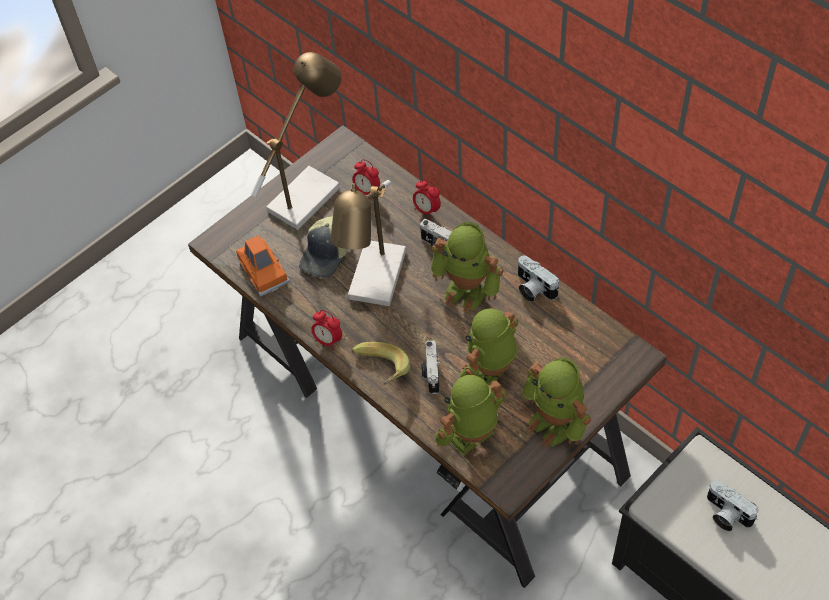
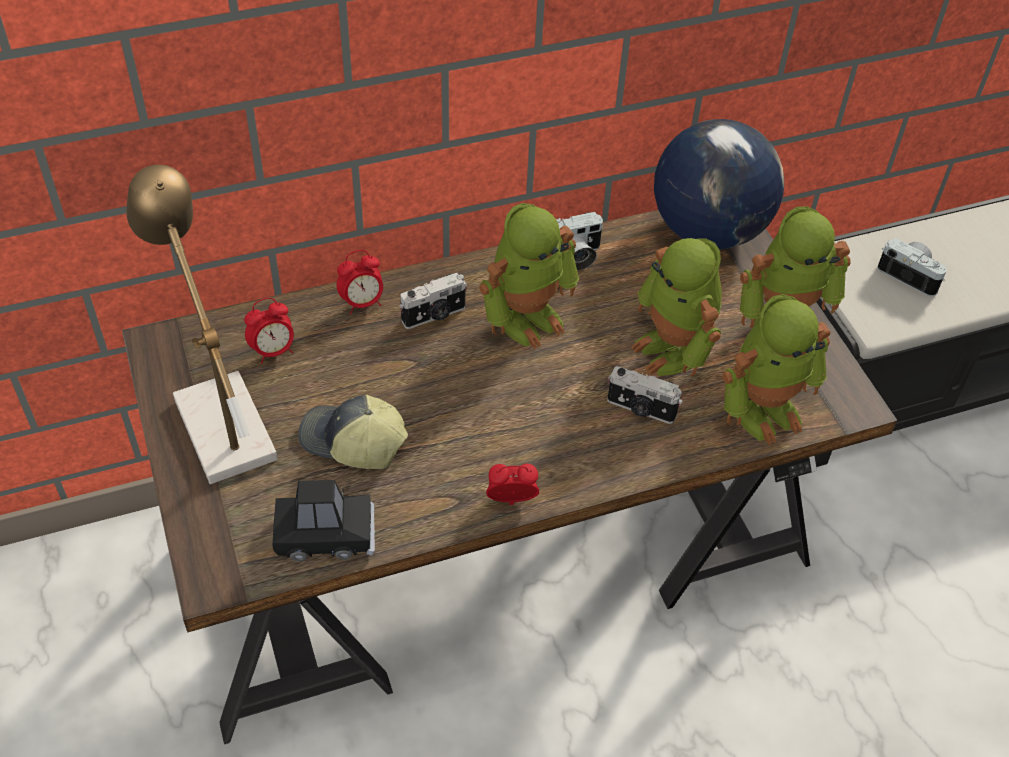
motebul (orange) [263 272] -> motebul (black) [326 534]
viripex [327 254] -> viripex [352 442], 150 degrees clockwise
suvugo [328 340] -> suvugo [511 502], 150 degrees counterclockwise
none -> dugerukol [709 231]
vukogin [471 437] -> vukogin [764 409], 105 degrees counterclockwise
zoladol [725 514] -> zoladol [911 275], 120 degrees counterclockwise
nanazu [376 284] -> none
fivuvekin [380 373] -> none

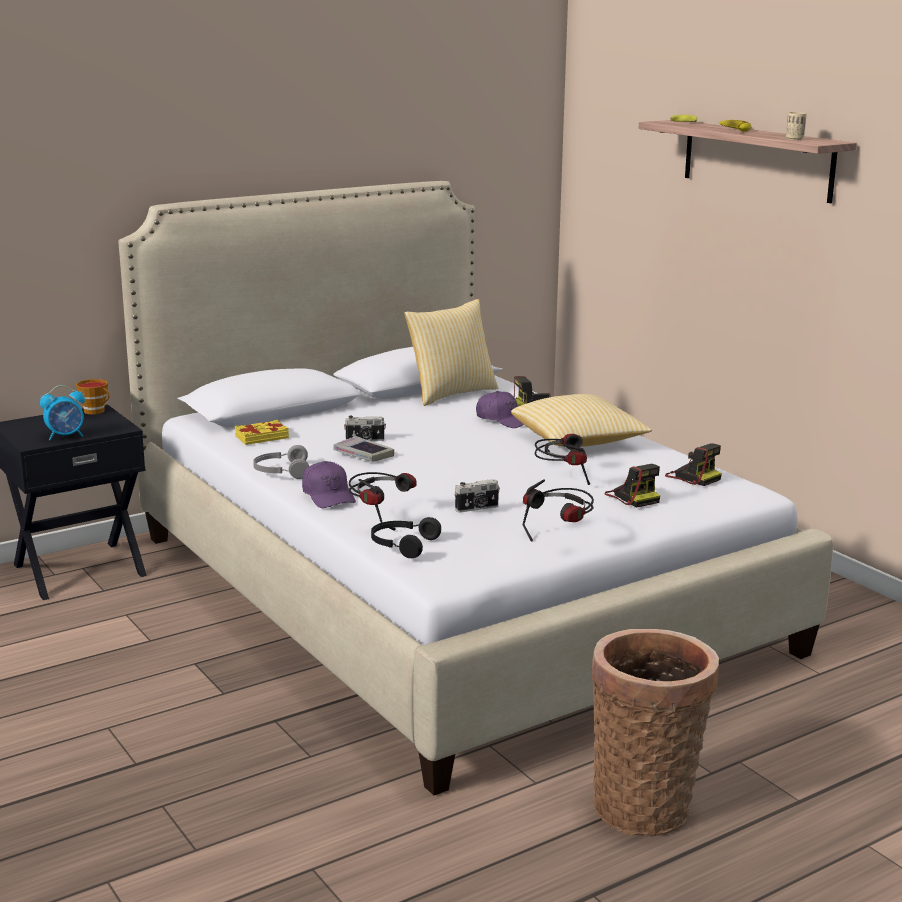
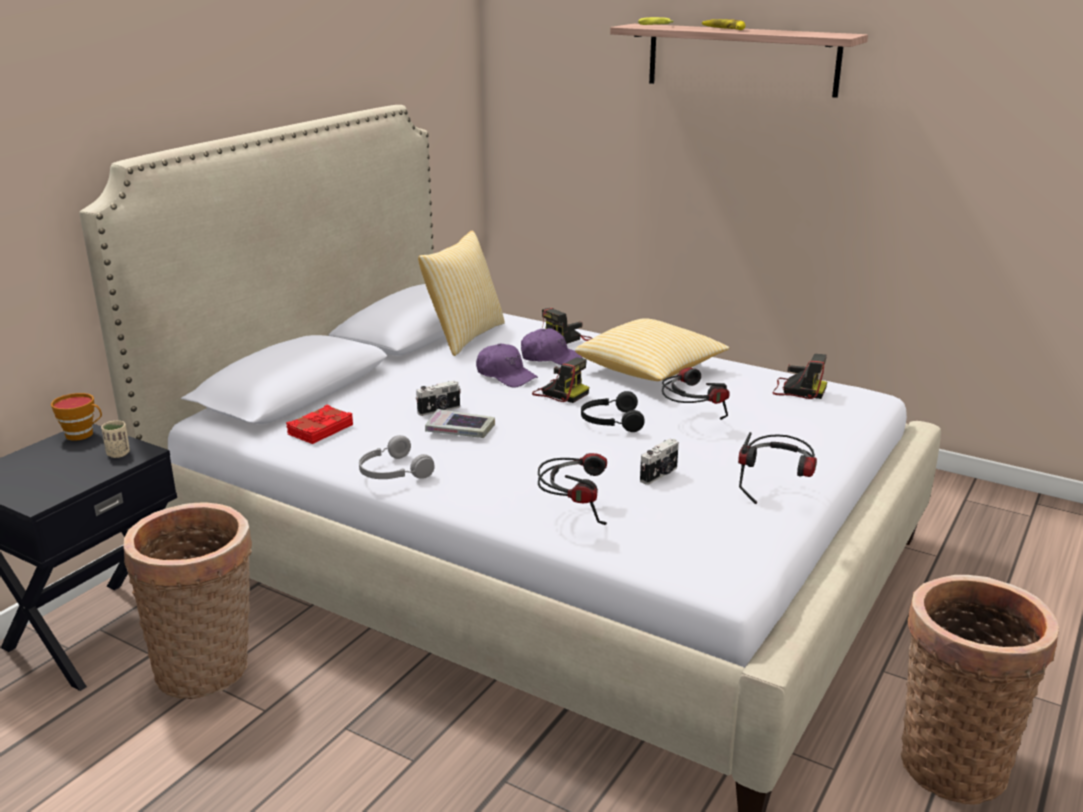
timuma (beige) [794 139] -> timuma (beige) [118 454], relocated
none -> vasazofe [209 669]
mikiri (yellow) [261 437] -> mikiri (red) [319 429]
viripex (purple) [328 496] -> viripex (purple) [506 375], relocated
zoladol [632 497] -> zoladol [559 393], relocated
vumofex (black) [402 545] -> vumofex (black) [610 421], relocated
suvugo [66 436] -> none

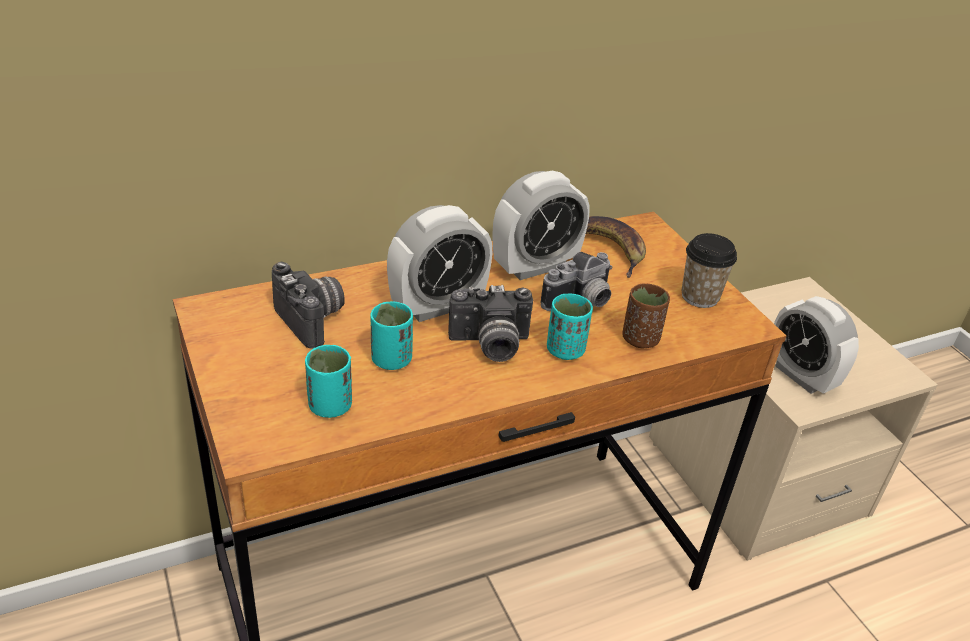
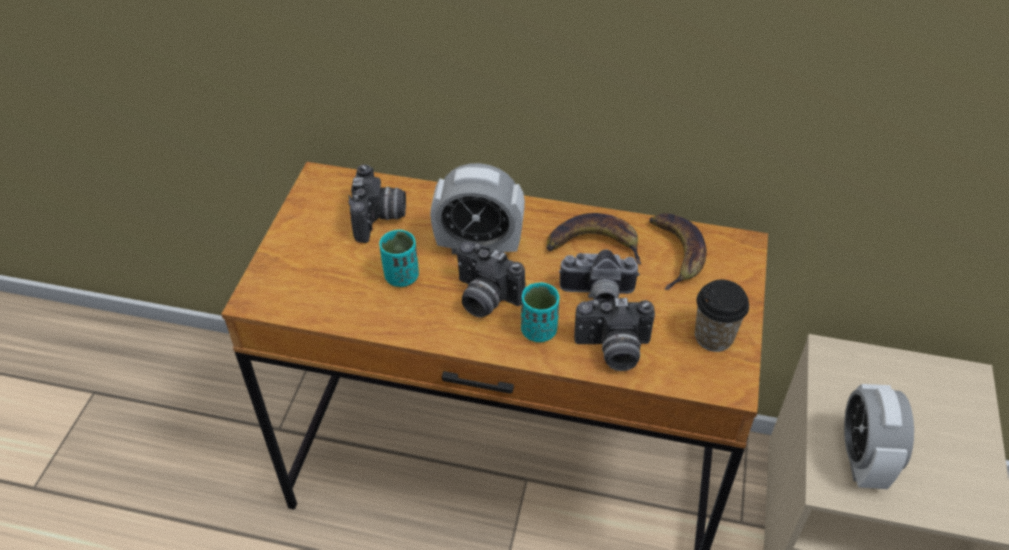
suvugo [535 266] -> fivuvekin [594 244]
timuma (brown) [640 339] -> zoladol [613 351]
timuma (turquoise) [330 406] -> none

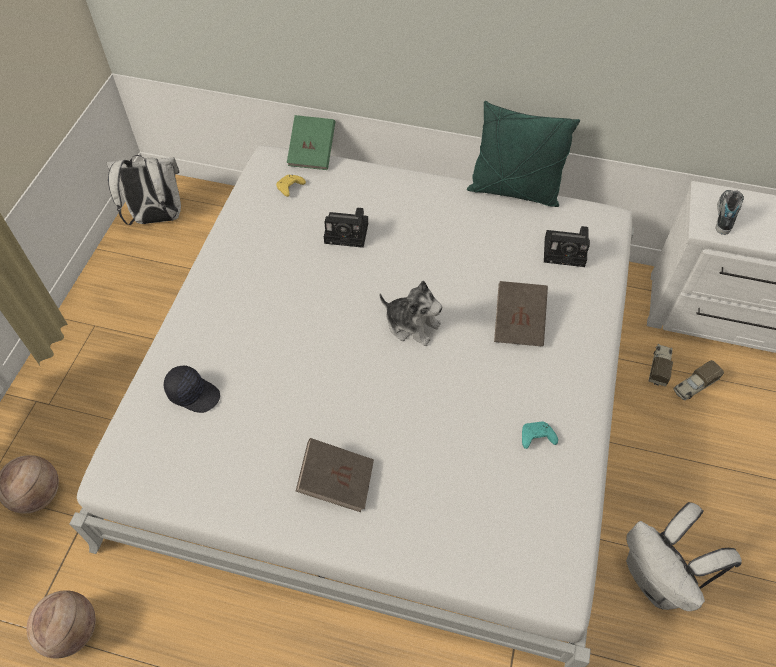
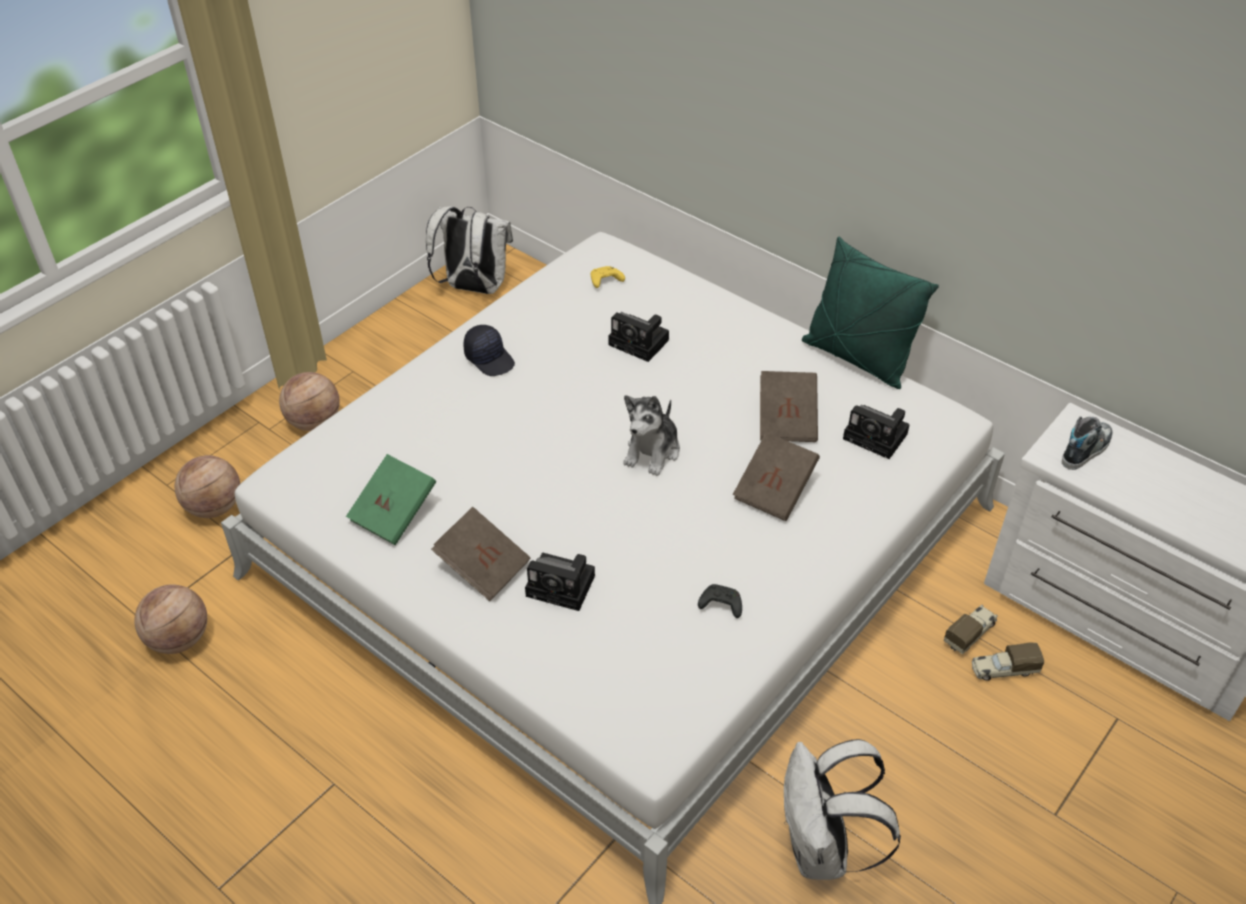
none -> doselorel [314 422]
mikiri (green) [312 153] -> mikiri (green) [394 513], relocated
viripex (black) [193 393] -> viripex (black) [490 358], relocated
none -> zoladol [563 586]
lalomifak [412 325] -> lalomifak [653 451], 60 degrees clockwise
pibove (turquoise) [536 438] -> pibove (black) [720 605]
none -> mikiri (brown) [787 420]

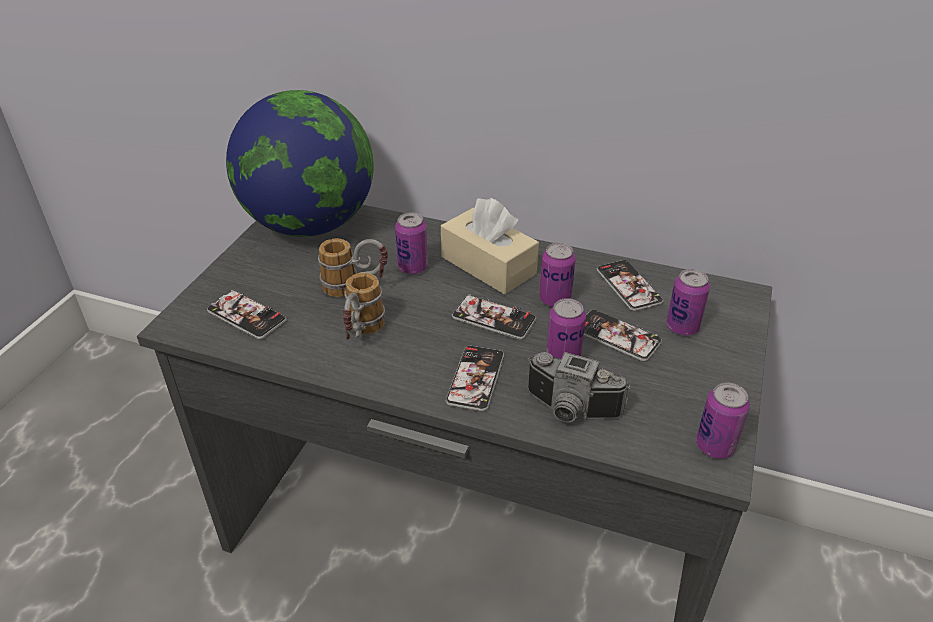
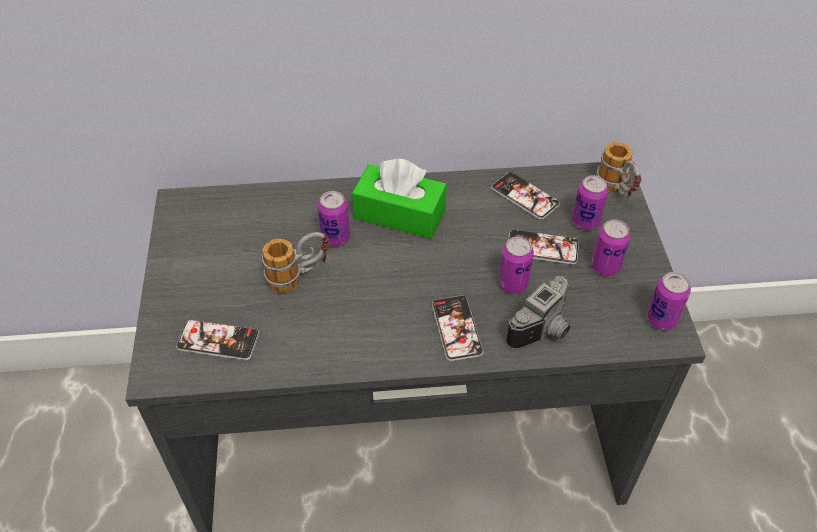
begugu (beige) [488 265] -> begugu (green) [399 214]
zoladol [570 411] -> zoladol [545 330], 45 degrees counterclockwise
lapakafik [555 299] -> lapakafik [605 267], relocated
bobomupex [361 334] -> bobomupex [616 192], relocated
dugerukol [310 225] -> none
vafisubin [493 318] -> none

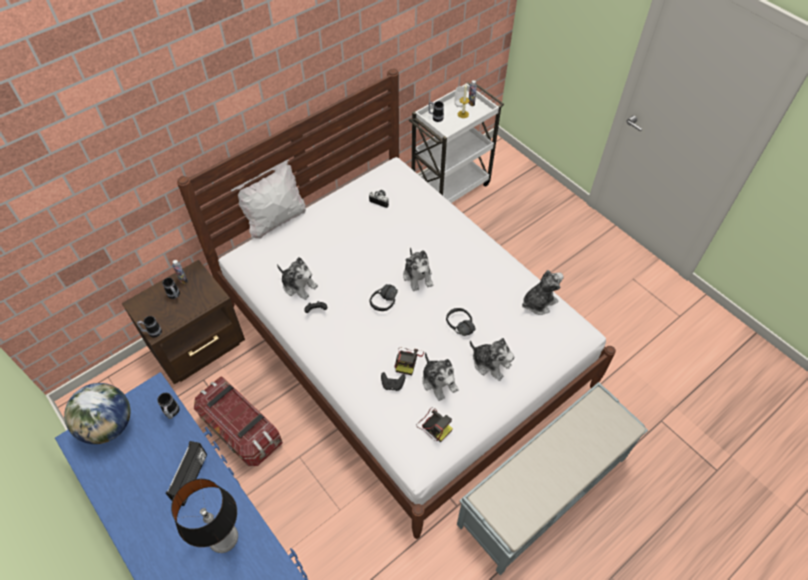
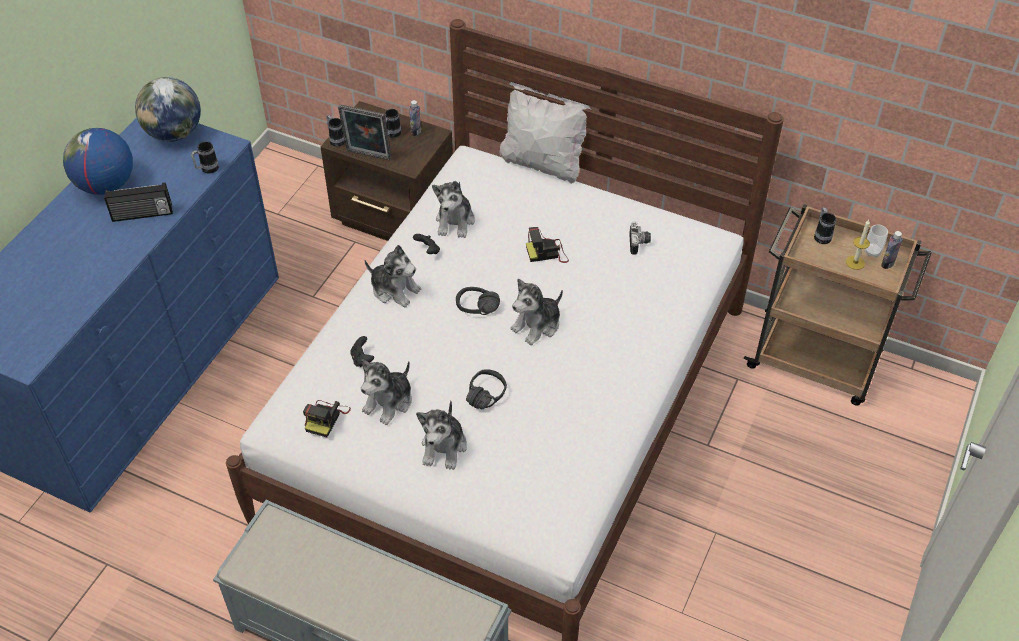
none -> dugerukol [106 185]
none -> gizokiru [367 156]
lalomifak [538 302] -> lalomifak [394 290], relocated
zoladol [408 360] -> zoladol [547 253], relocated
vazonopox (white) [450 187] -> vazonopox (brown) [817 362]
nanazu [223 537] -> none
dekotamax [241 430] -> none

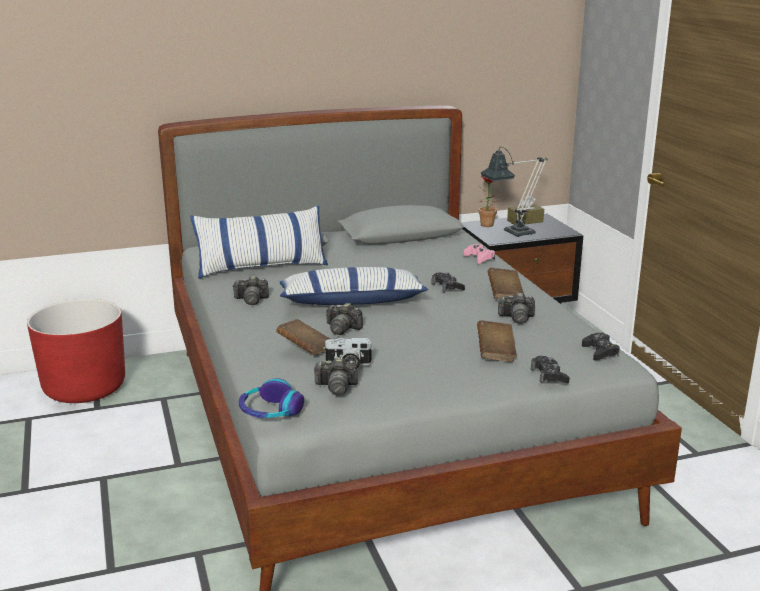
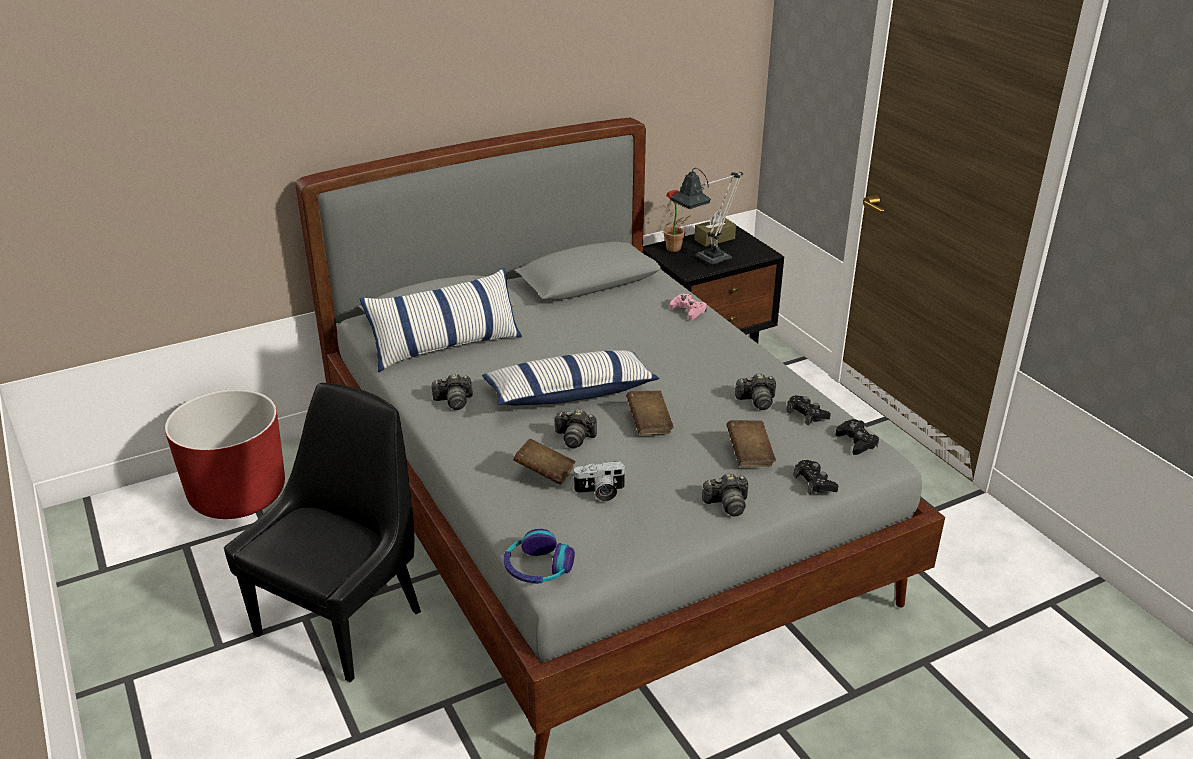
none -> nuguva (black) [343 619]
mikiri (brown) [505 295] -> mikiri (brown) [649 423], relocated
zoladol [336 387] -> zoladol [727 504], relocated
pibove (black) [447 287] -> pibove (black) [807 414], relocated

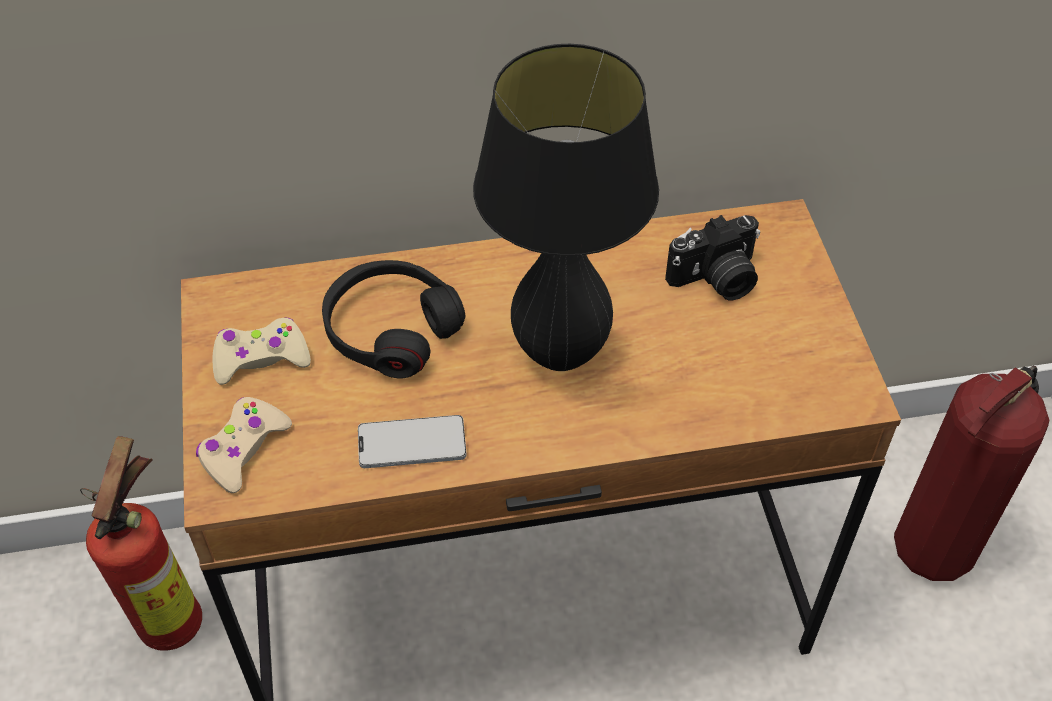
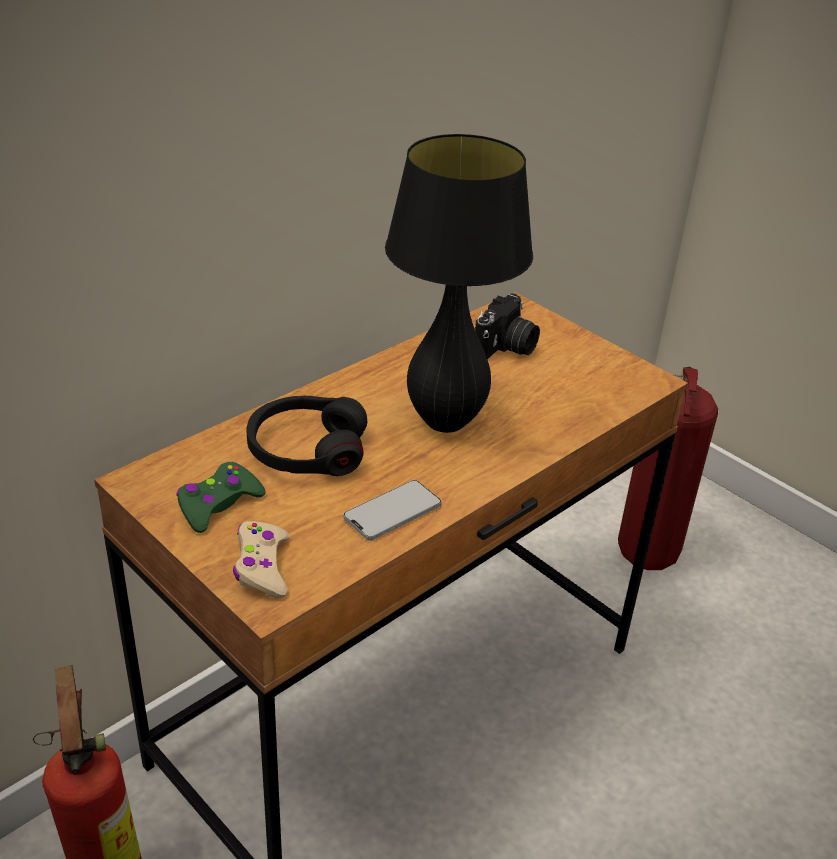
pibove (beige) [261 358] -> pibove (green) [218 504]

